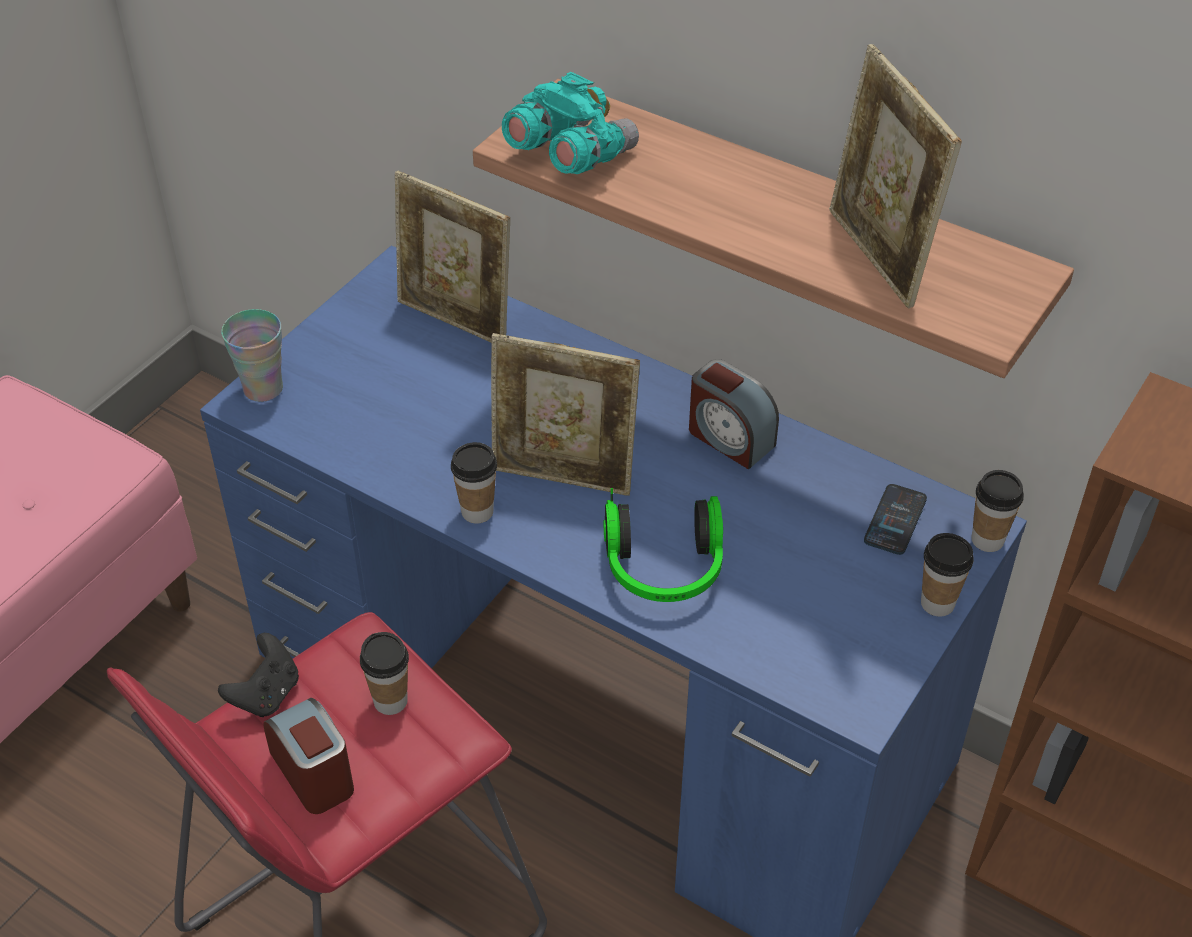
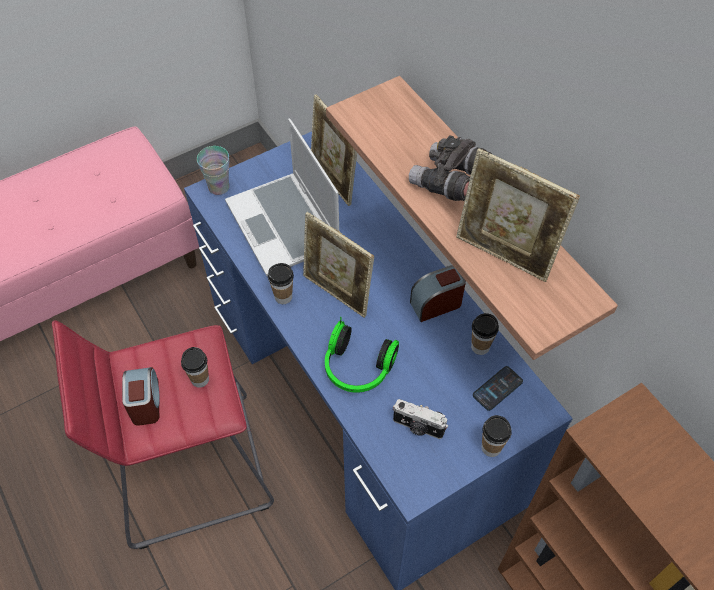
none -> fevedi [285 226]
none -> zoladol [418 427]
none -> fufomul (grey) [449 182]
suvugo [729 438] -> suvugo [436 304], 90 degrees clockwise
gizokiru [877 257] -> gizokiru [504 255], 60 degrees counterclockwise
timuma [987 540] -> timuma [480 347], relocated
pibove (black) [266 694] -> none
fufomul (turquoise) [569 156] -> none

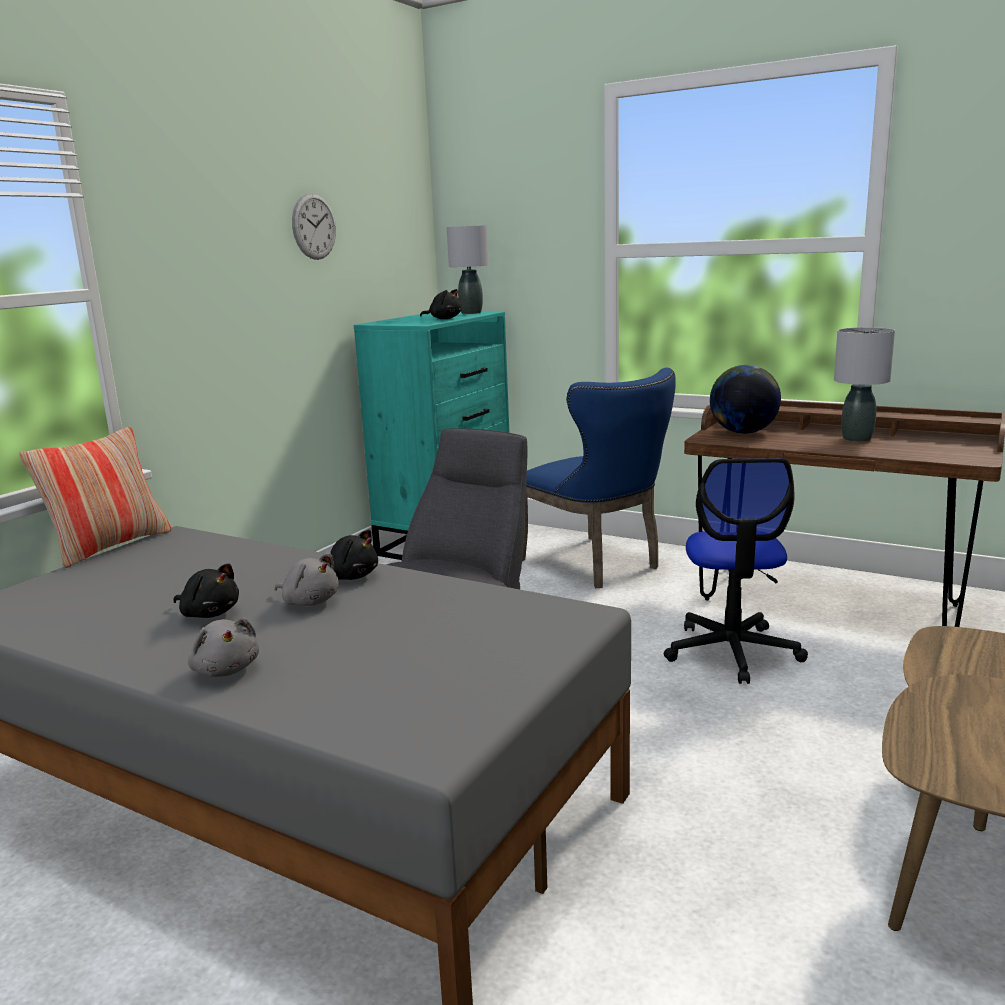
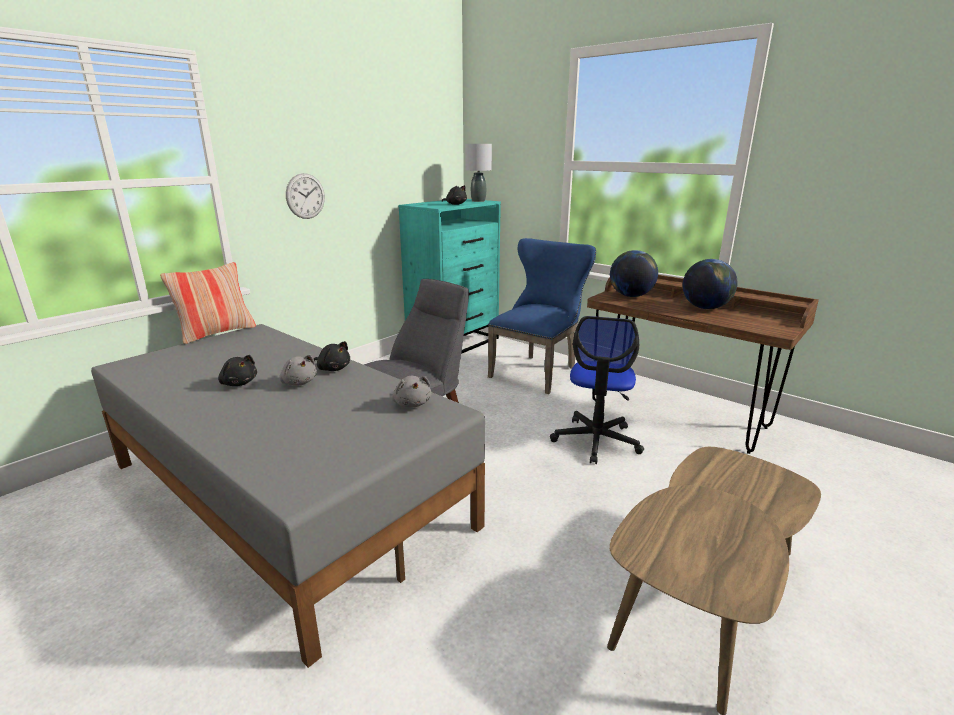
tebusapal [314 226] -> tebusapal [305 196], relocated
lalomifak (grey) [226 669] -> lalomifak (grey) [412 403], relocated
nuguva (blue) [597 565] -> nuguva (blue) [538 371], 120 degrees counterclockwise
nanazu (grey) [856 439] -> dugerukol [705 308]

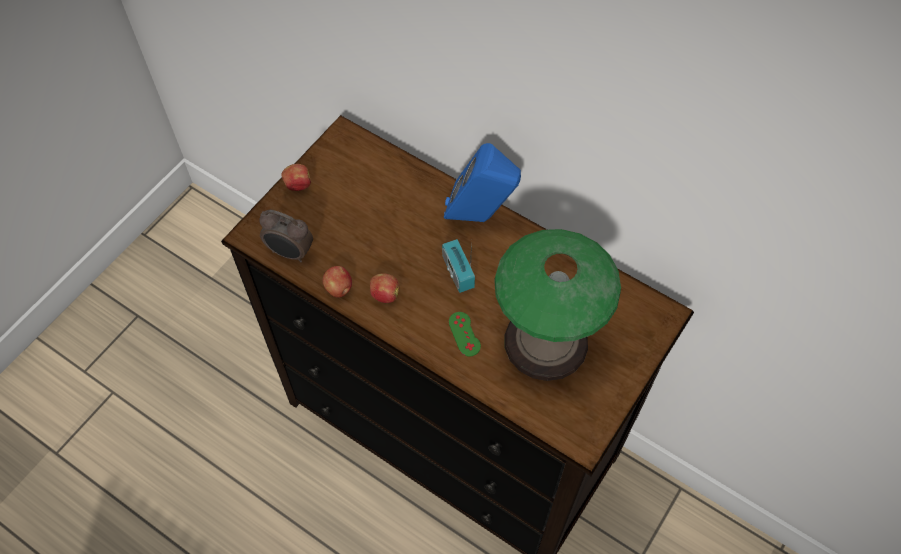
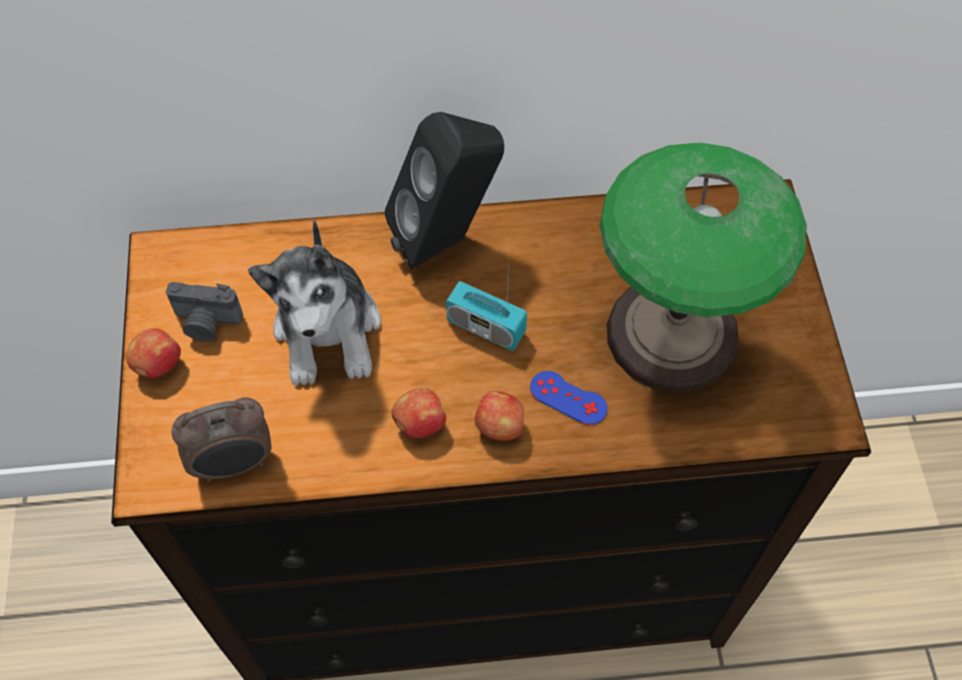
none -> zoladol [206 323]
none -> lalomifak [328 329]
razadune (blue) [480 217] -> razadune (black) [447 239]
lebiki [339 289] -> lebiki [500 427], relocated
pibove (green) [464 334] -> pibove (blue) [568 398]

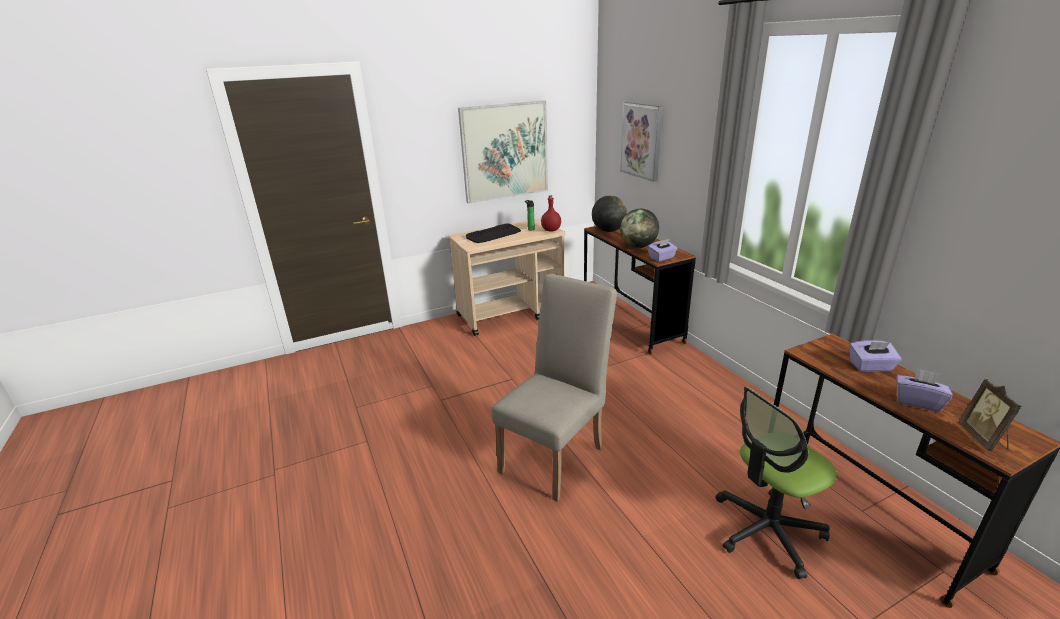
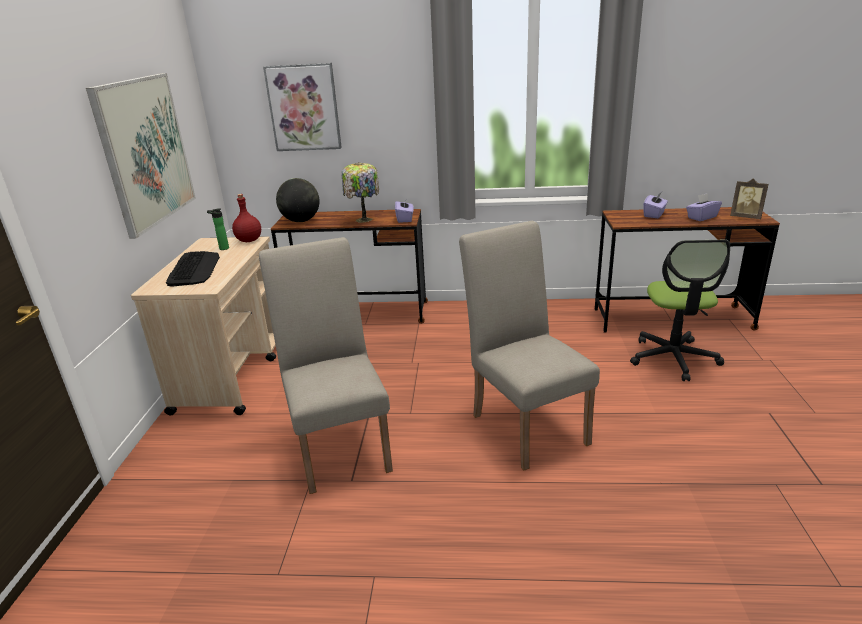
none -> nuguva (beige) [340 444]
dugerukol [638 246] -> nanazu [363 220]

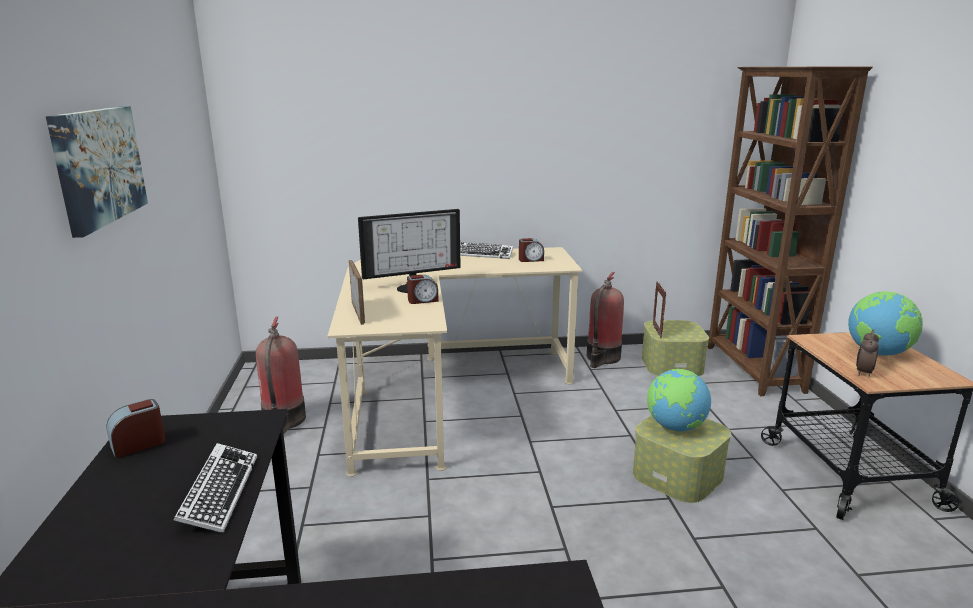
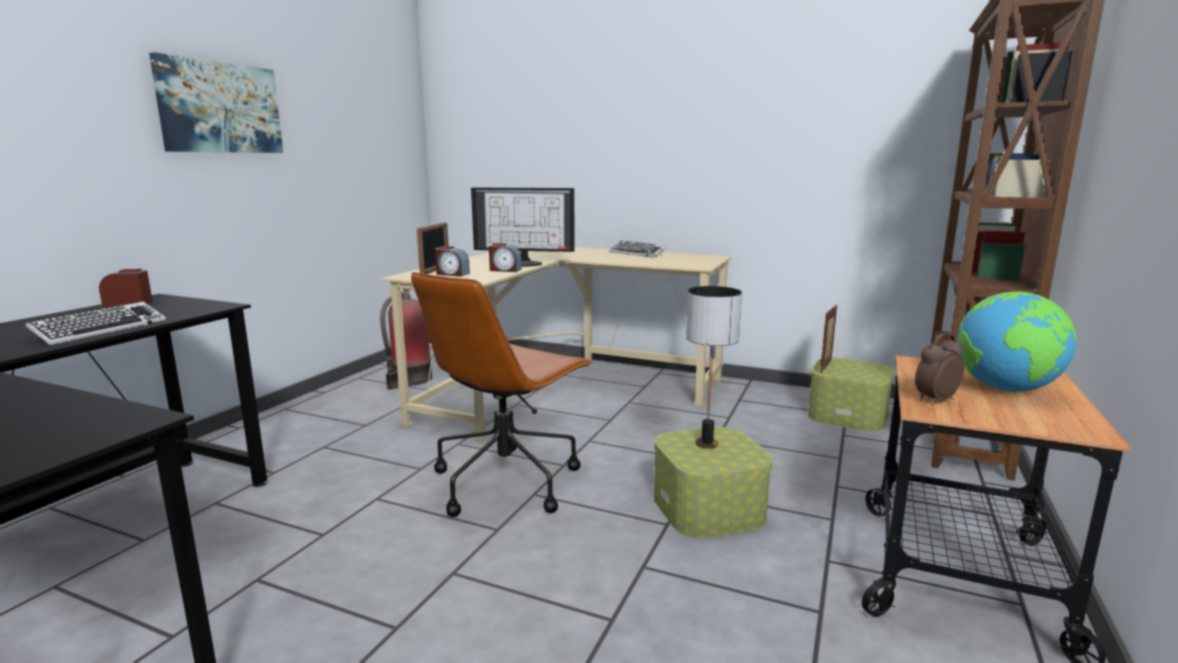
none -> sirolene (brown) [507 480]
suvugo [530 260] -> suvugo [452 274], relocated
dugerukol [675 427] -> nanazu [706 444]
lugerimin [602 358] -> none

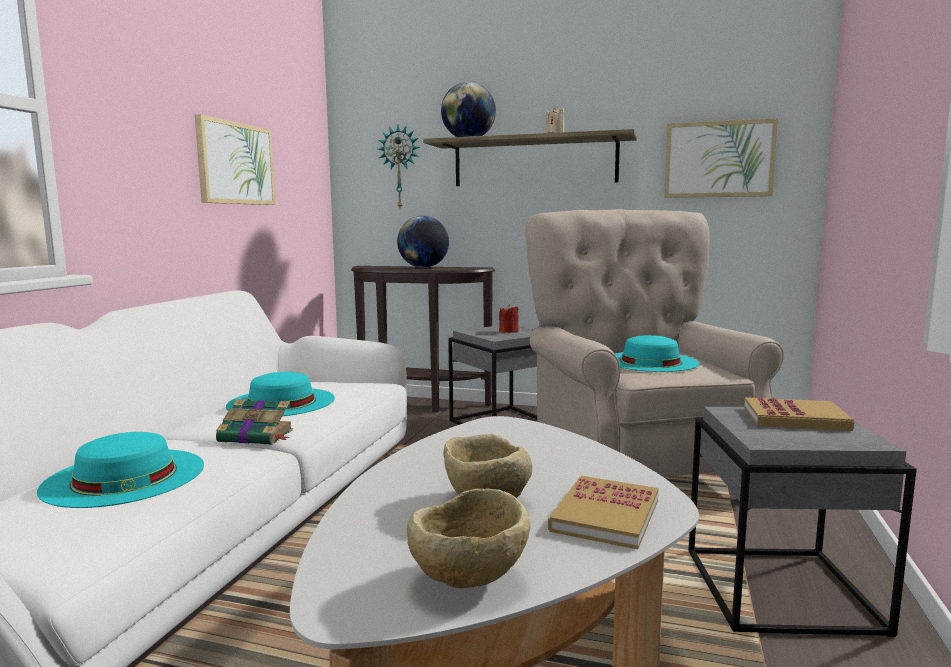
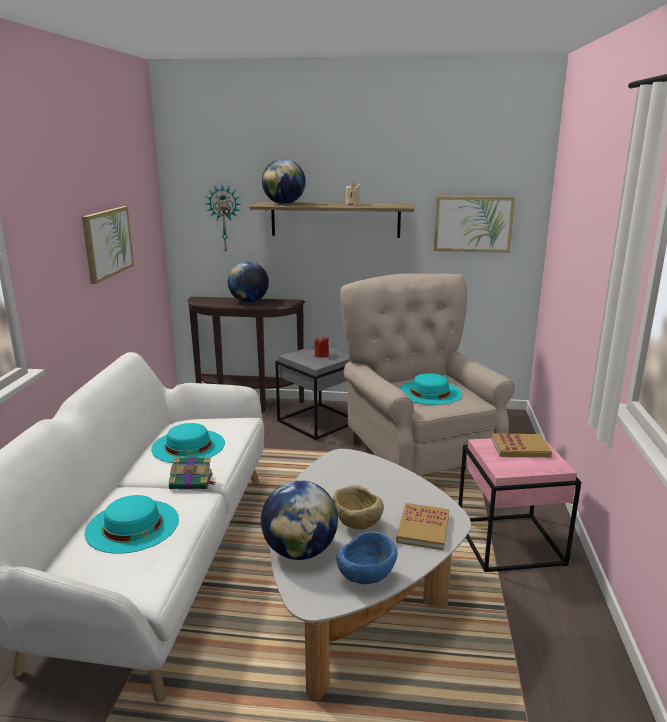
none -> dugerukol [300 551]
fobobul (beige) [469 582] -> fobobul (blue) [366 579]
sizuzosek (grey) [781 589] -> sizuzosek (pink) [510 542]

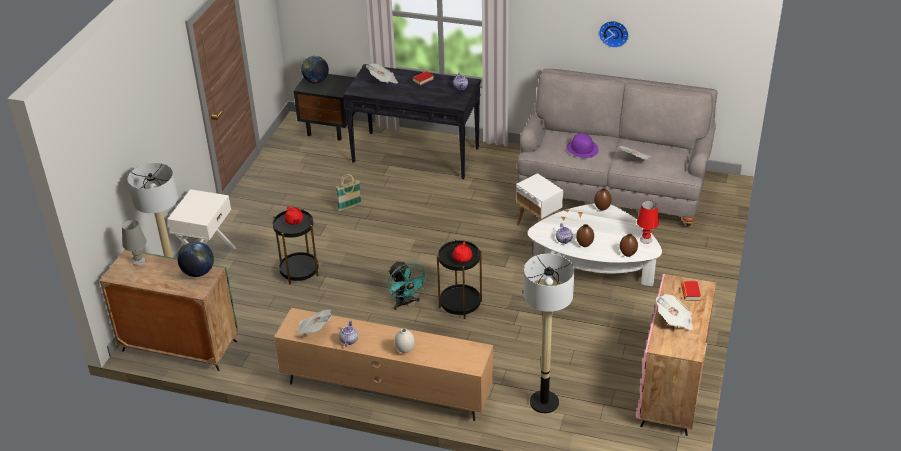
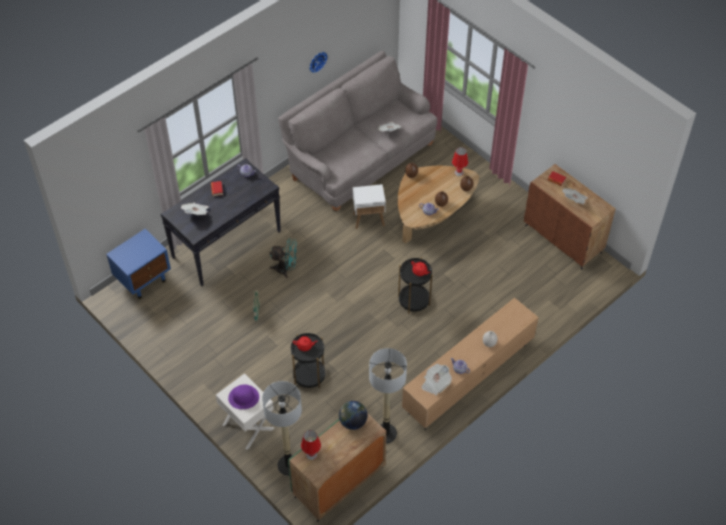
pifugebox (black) [330 129] -> pifugebox (blue) [144 280]
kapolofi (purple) [582 149] -> kapolofi (purple) [243 397], relocated
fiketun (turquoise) [406 303] -> fiketun (turquoise) [286 269], relocated
nanazu (grey) [139 261] -> nanazu (red) [311 455]
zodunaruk [544 402] -> zodunaruk [386 433], relocated
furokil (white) [594 269] -> furokil (brown) [432 215]
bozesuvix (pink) [672 391] -> bozesuvix (brown) [563 239]
dugerukol [316 81] -> none

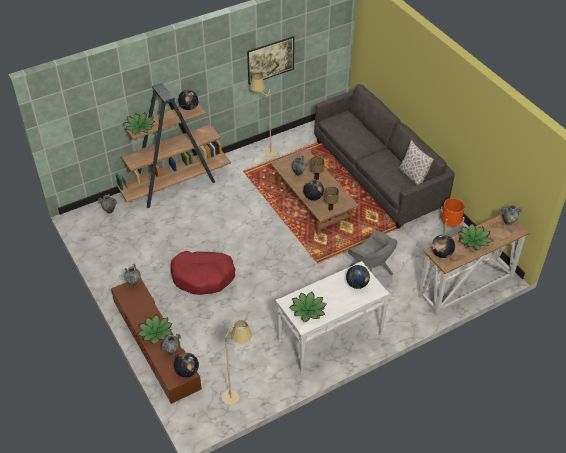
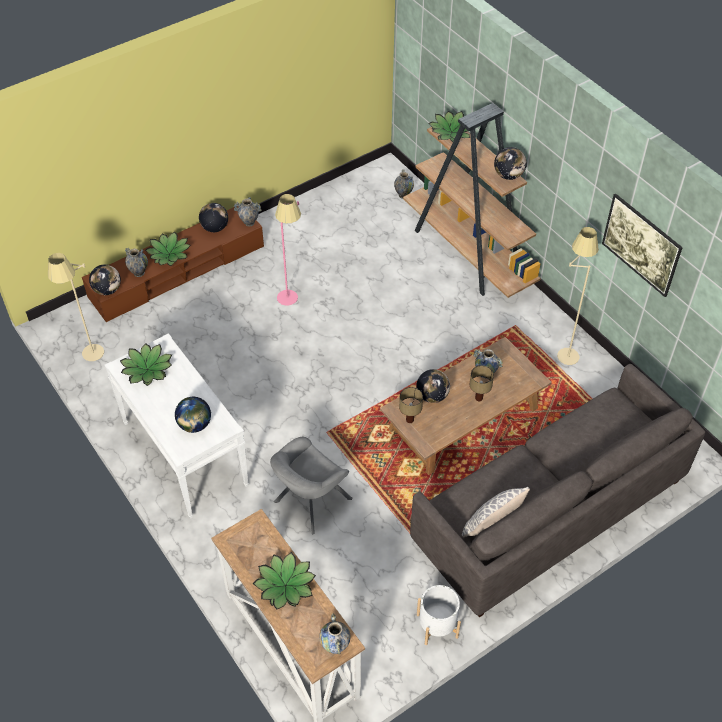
dugerukol [441 254] -> dugerukol [215 228], relocated
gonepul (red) [203 276] -> zodunaruk (pink) [292 303]
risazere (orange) [450 225] -> risazere (white) [437 626]

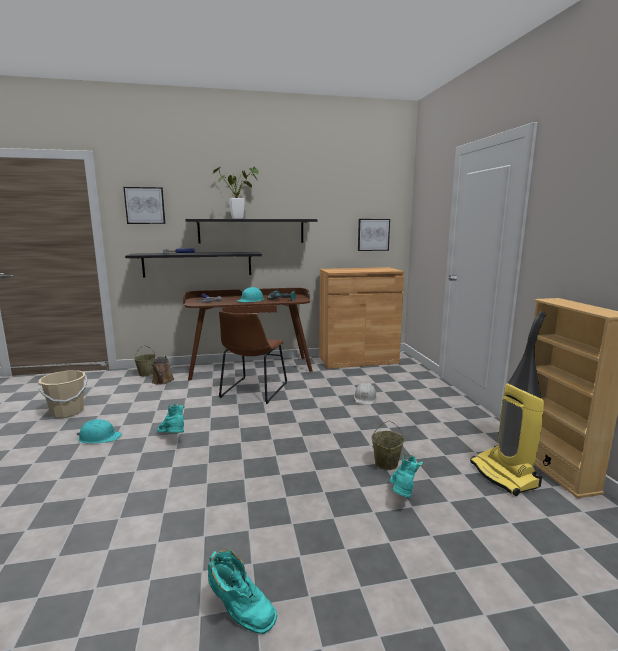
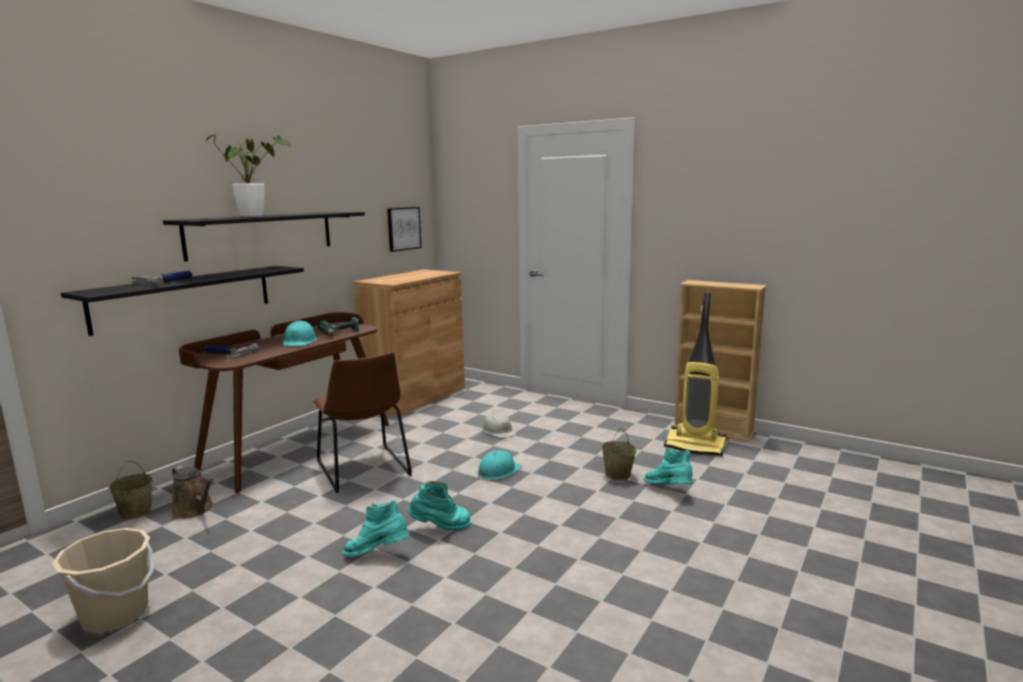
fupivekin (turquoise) [239 612] -> fupivekin (turquoise) [441 528], relocated
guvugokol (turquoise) [99 437] -> guvugokol (turquoise) [498 471], relocated
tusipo [145 205] -> none

